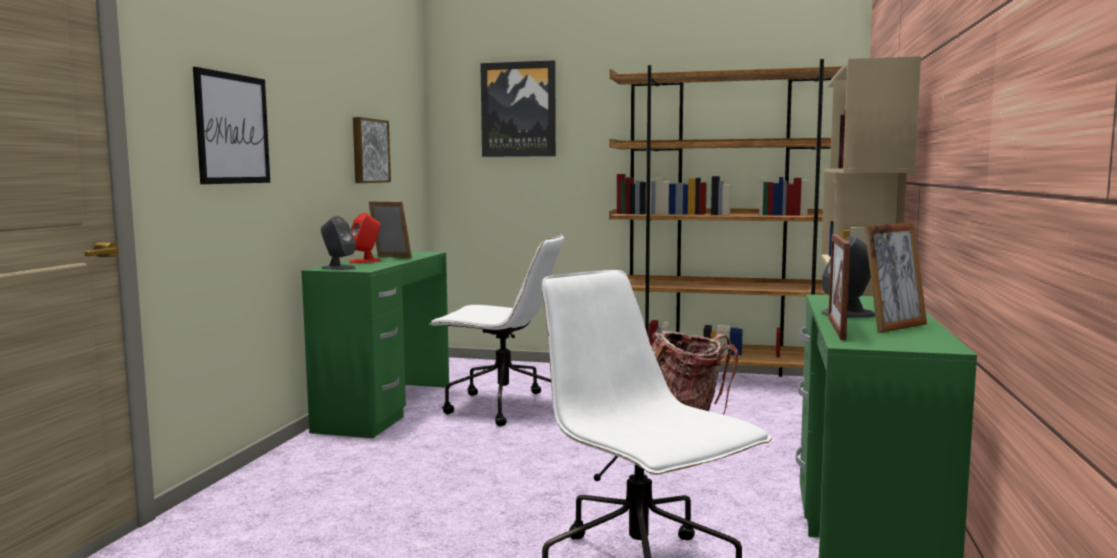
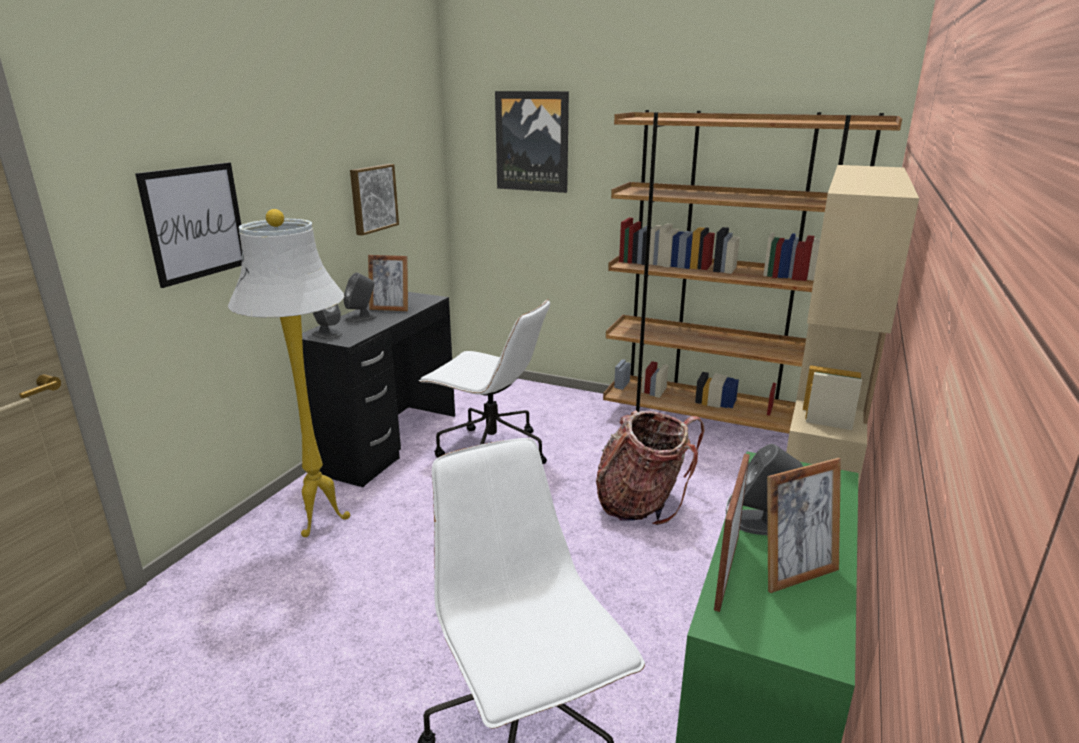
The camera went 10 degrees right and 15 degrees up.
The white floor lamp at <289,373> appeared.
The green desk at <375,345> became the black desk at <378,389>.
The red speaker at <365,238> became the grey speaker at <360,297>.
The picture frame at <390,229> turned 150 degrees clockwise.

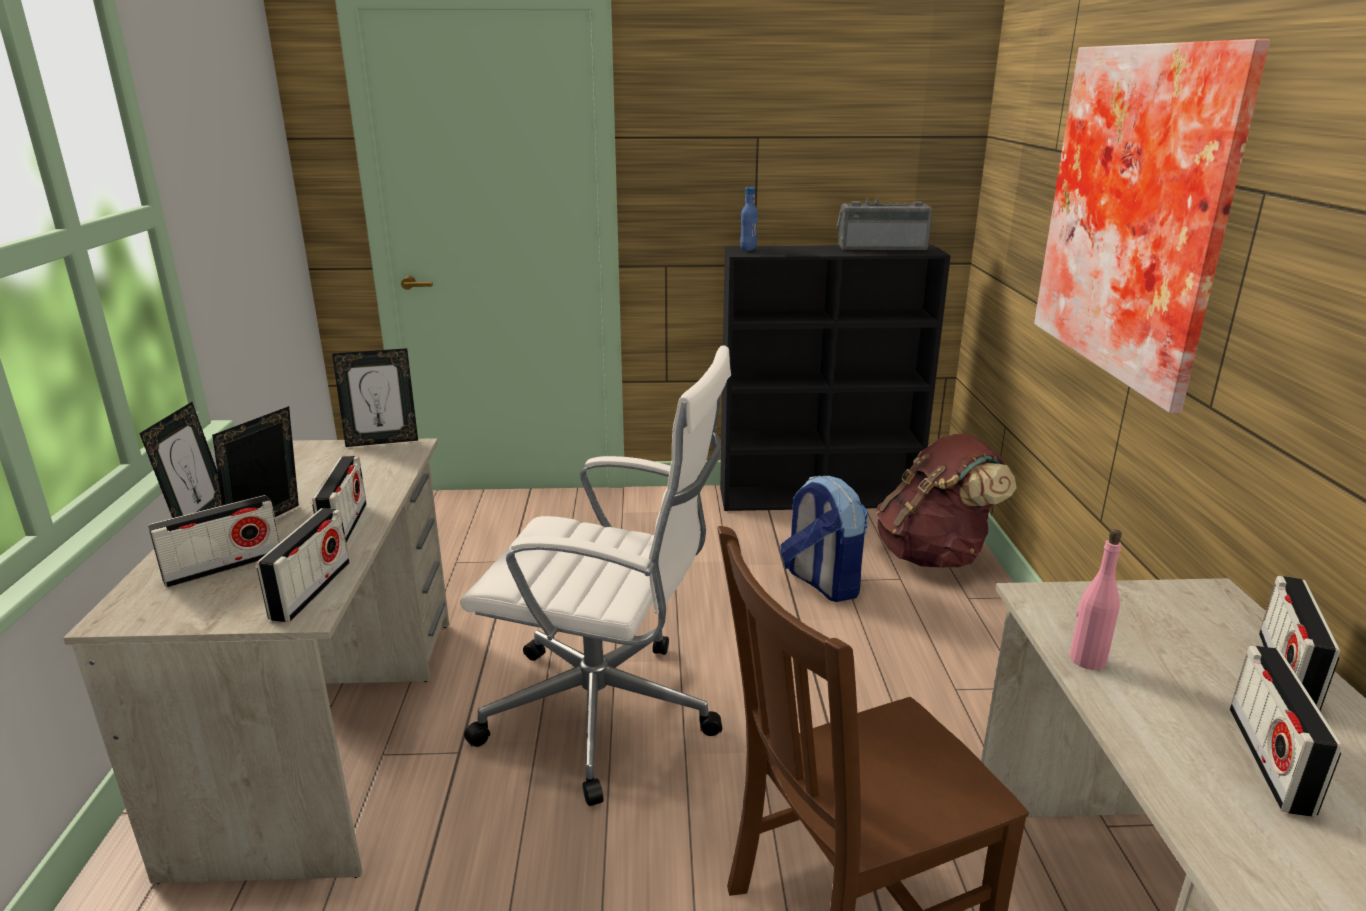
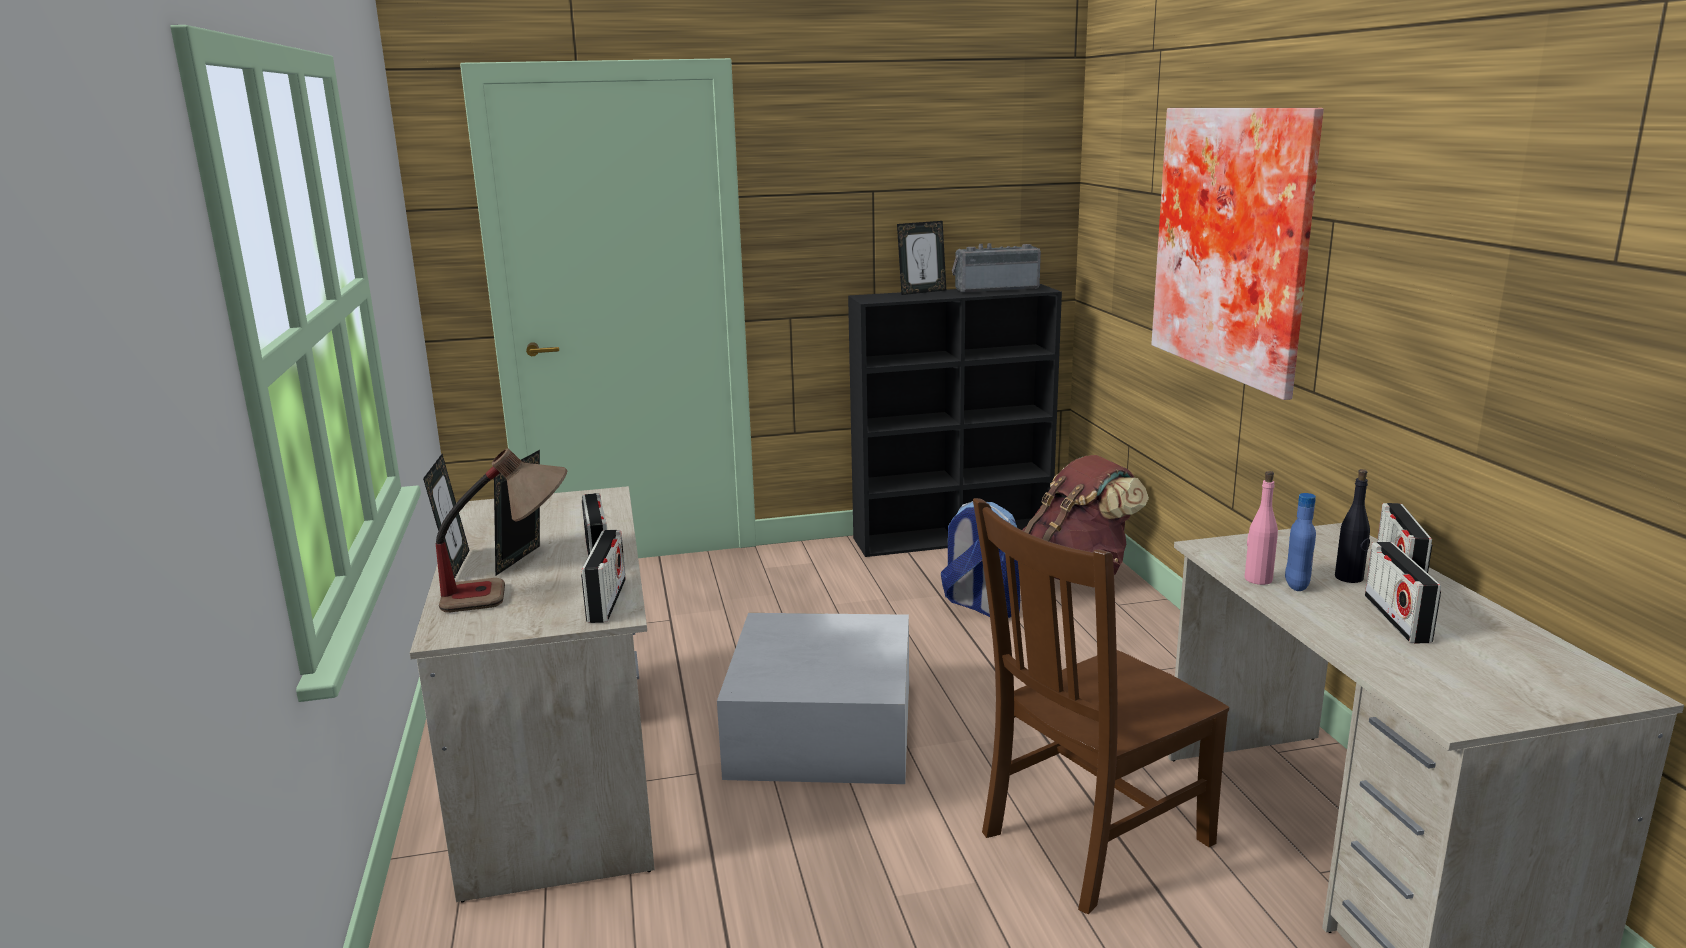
The camera went 10 degrees left and 5 degrees down.
The radio at <214,541> was replaced by the table lamp at <501,530>.
The white office chair at <595,575> was replaced by the white storage box at <813,698>.
The picture frame moved from <375,397> to <921,258>.
The blue bottle moved from <749,219> to <1300,542>.
The black bottle at <1352,526> appeared.

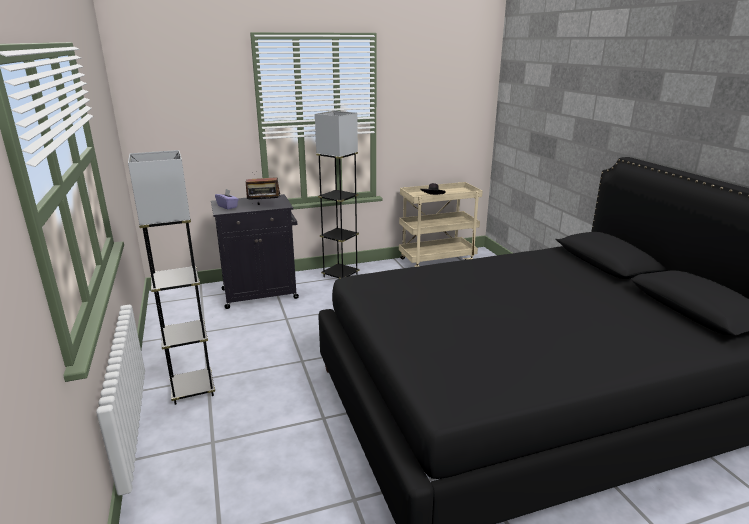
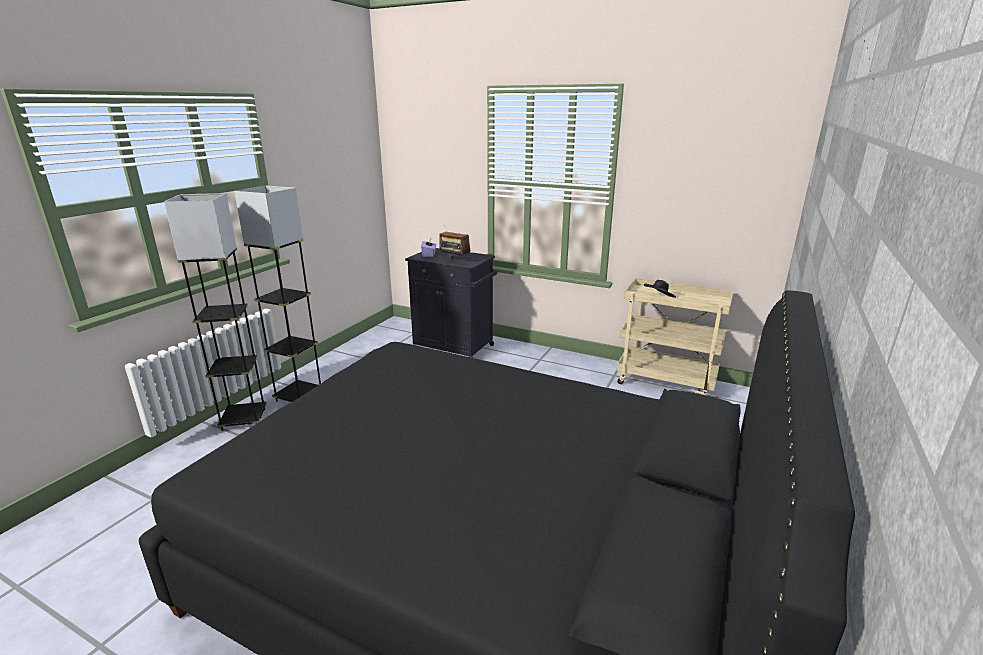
The camera went 45 degrees right and 0 degrees up.
The grey floor lamp moved from <337,195> to <215,312>.

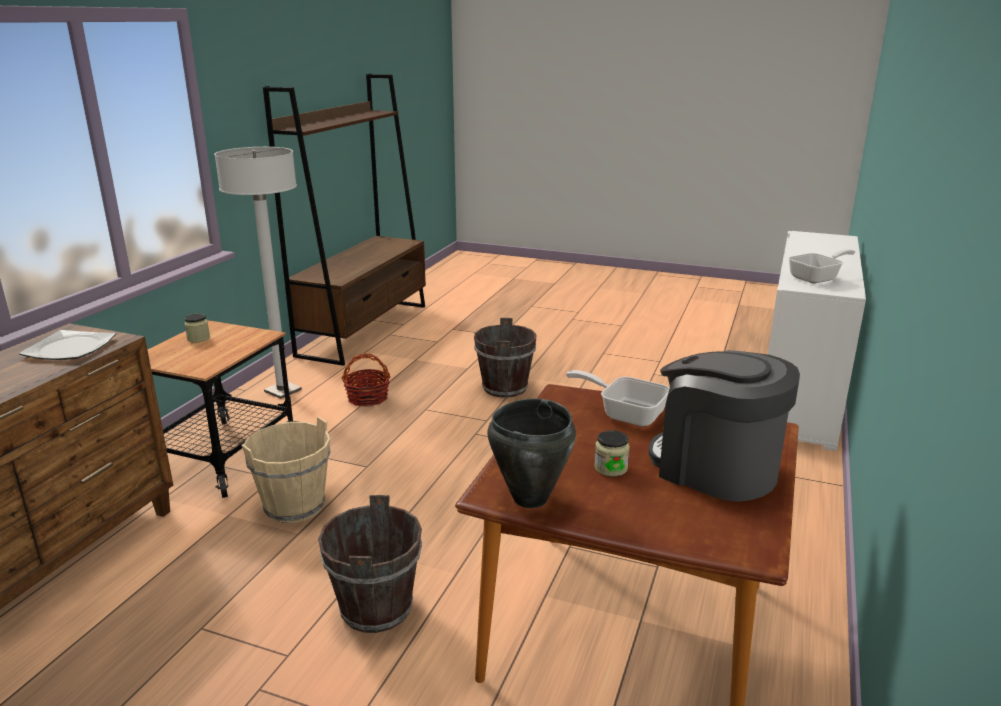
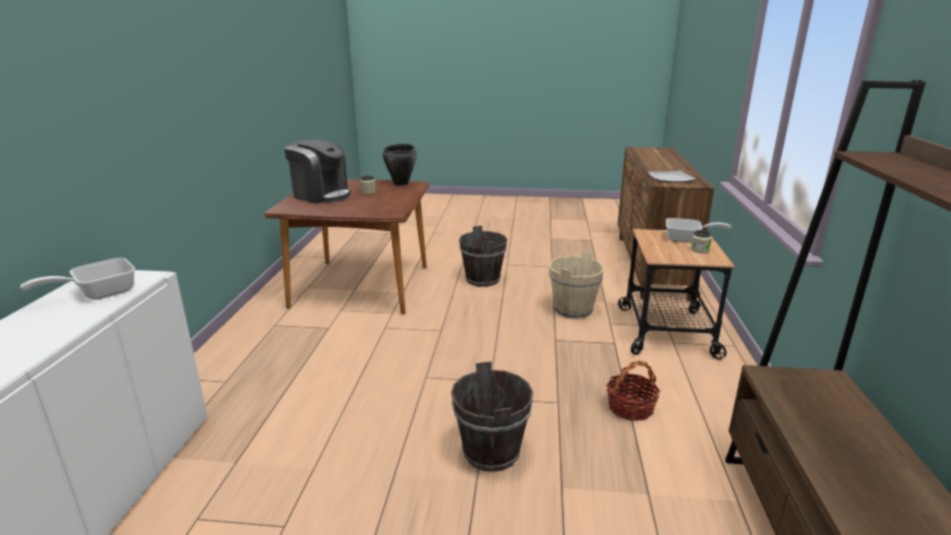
The camera went 165 degrees right and 0 degrees up.
The frying pan moved from <617,398> to <698,230>.
The white floor lamp at <258,273> disappeared.

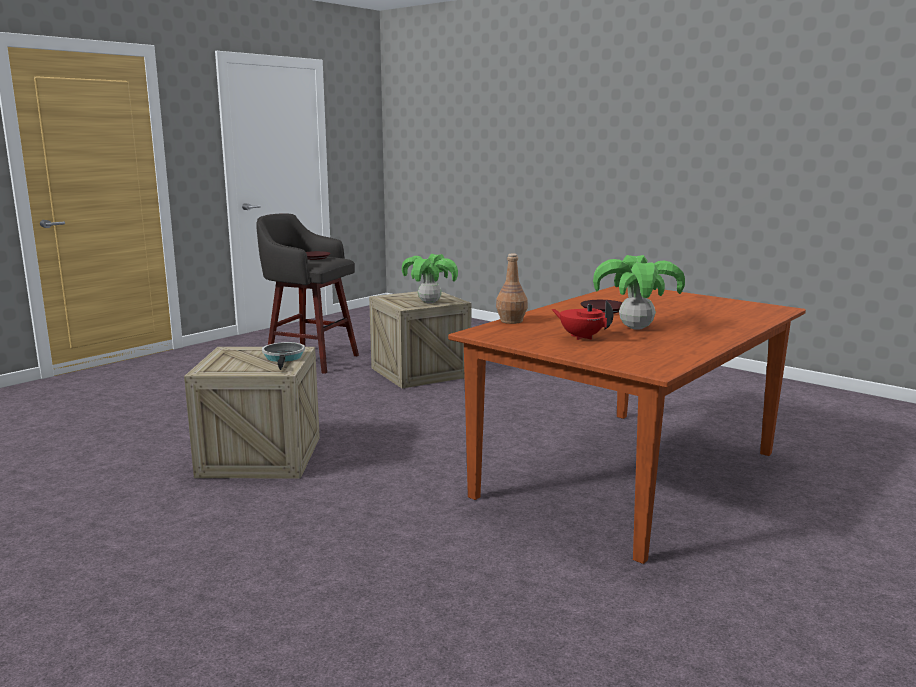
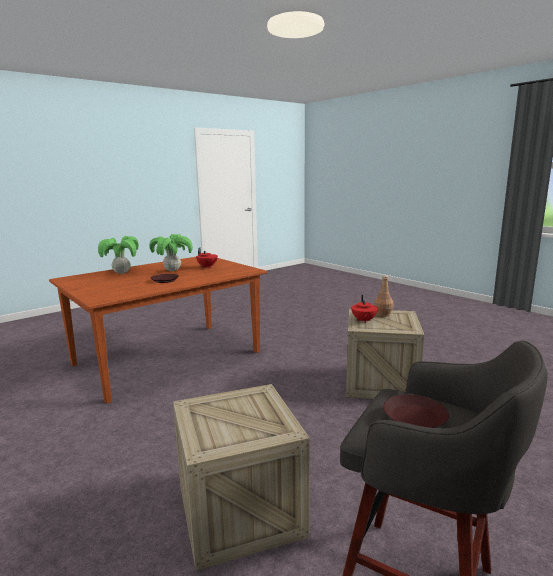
The camera went 170 degrees left and 0 degrees up.
The potted plant moved from <430,279> to <118,255>.
The frying pan at <283,356> was replaced by the red teapot at <364,309>.
The brown bottle moved from <512,289> to <383,296>.

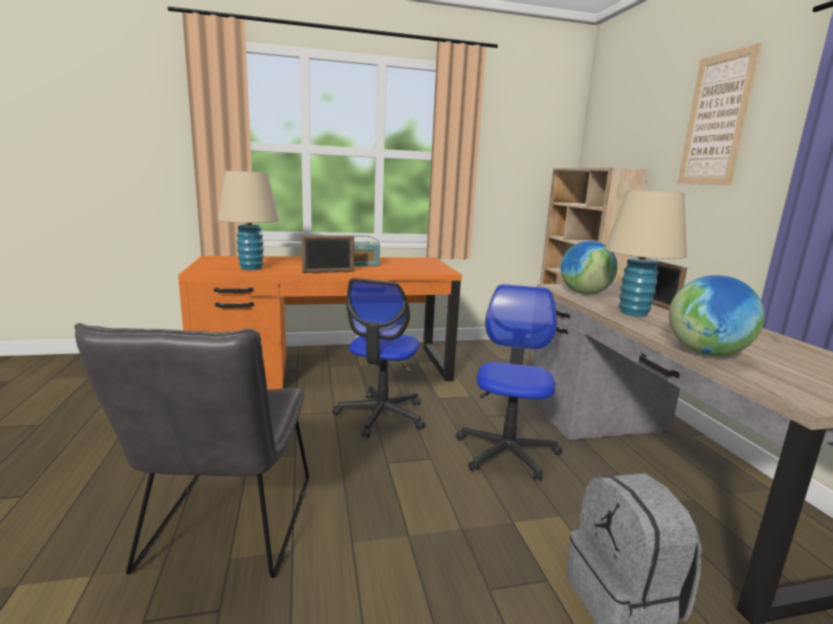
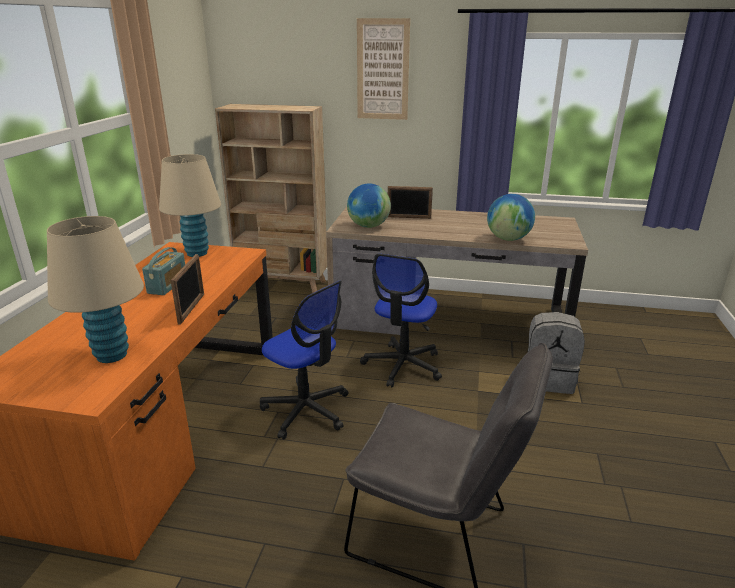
The camera went 65 degrees left and 10 degrees up.
The beige table lamp moved from <646,253> to <190,205>.
The office chair at <509,382> turned 105 degrees counterclockwise.

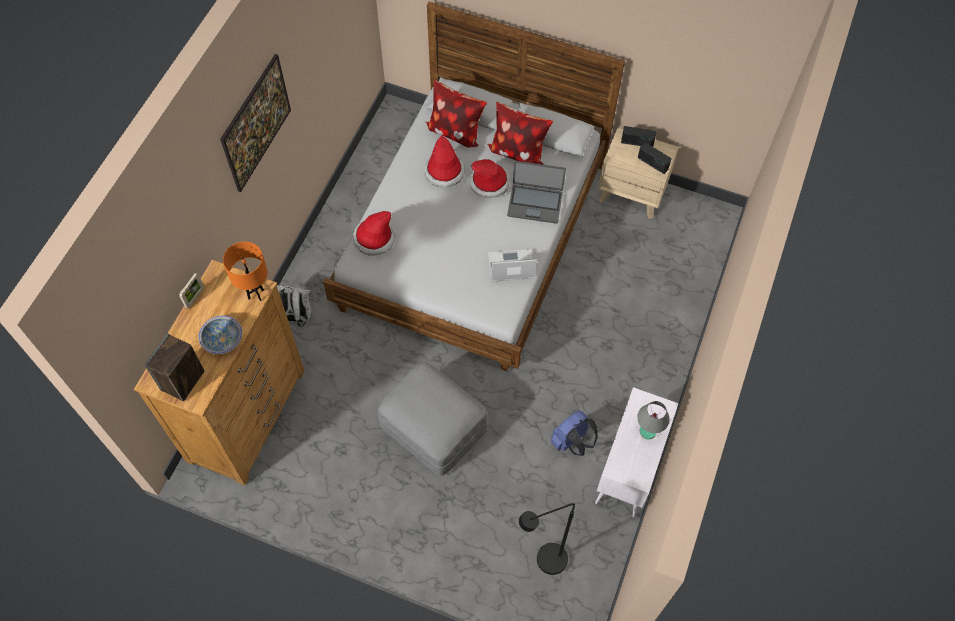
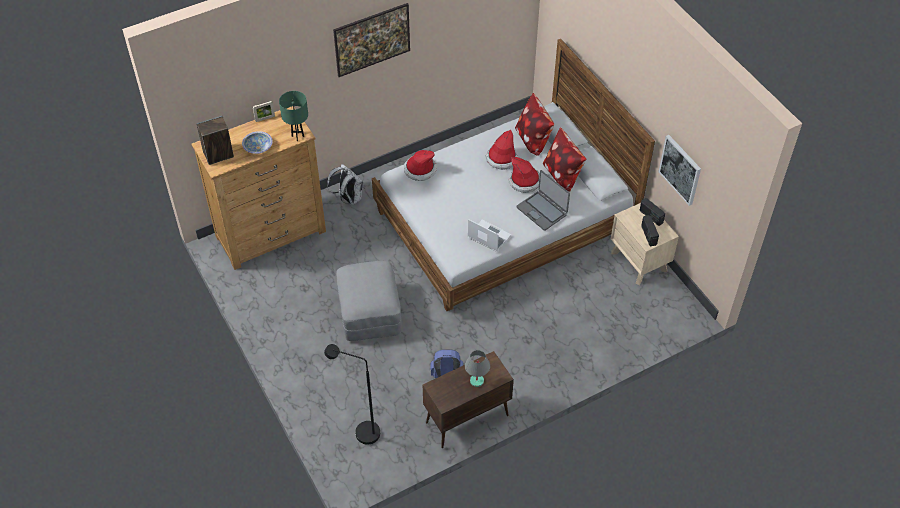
The camera went 40 degrees right and 10 degrees down.
The orange table lamp at <245,271> became the green table lamp at <293,116>.
The white cabinet at <637,452> became the brown cabinet at <468,399>.
The picture at <679,170> appeared.

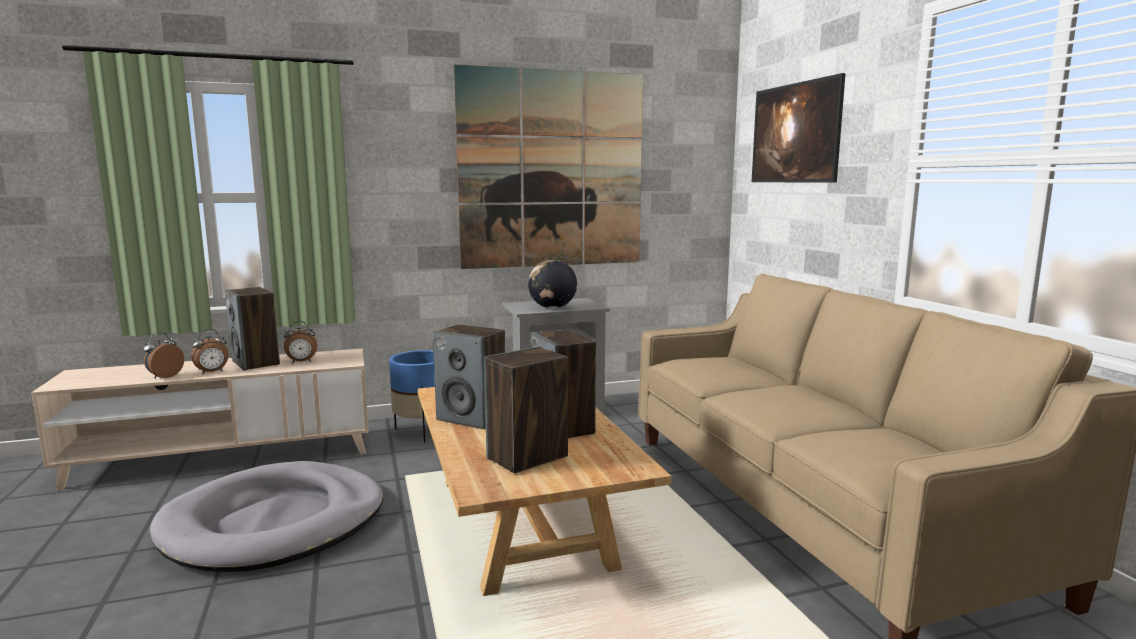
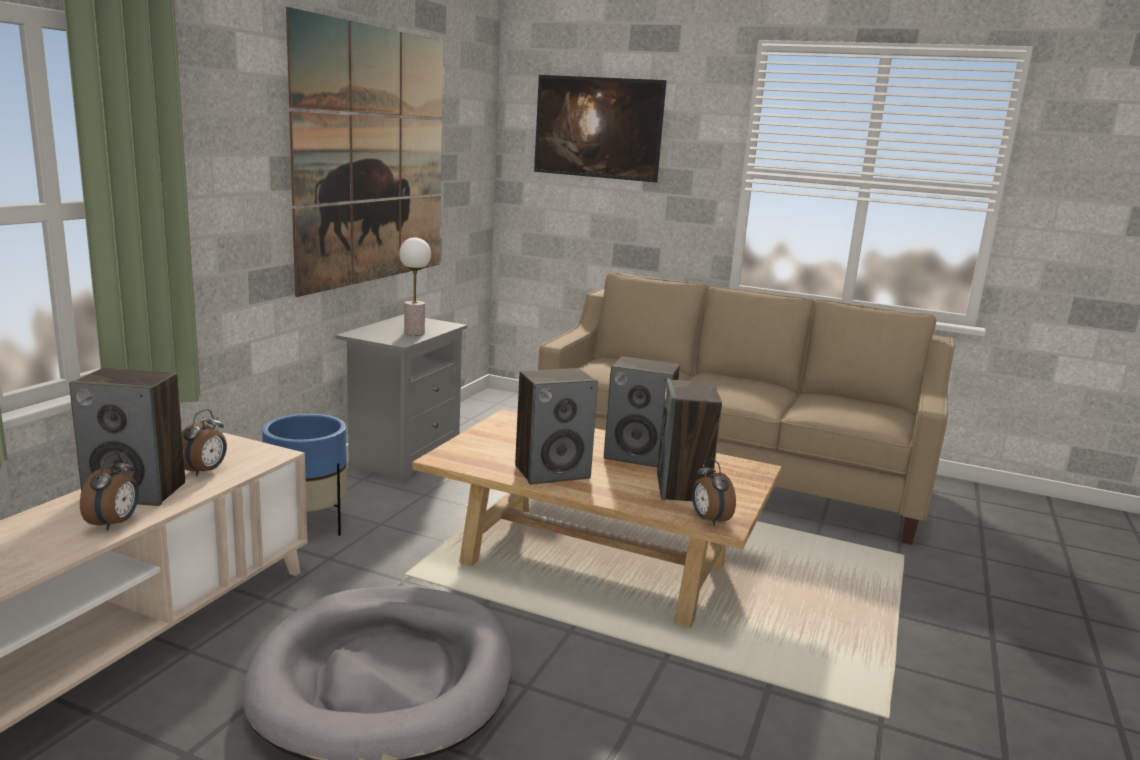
The camera went 50 degrees left and 5 degrees up.
The globe at <552,284> was replaced by the table lamp at <415,286>.
The alarm clock moved from <163,355> to <714,492>.

